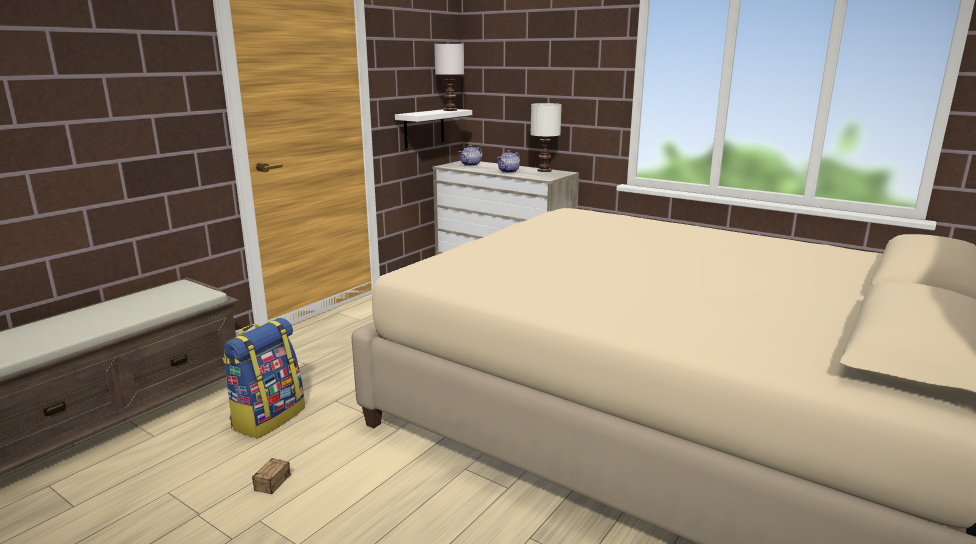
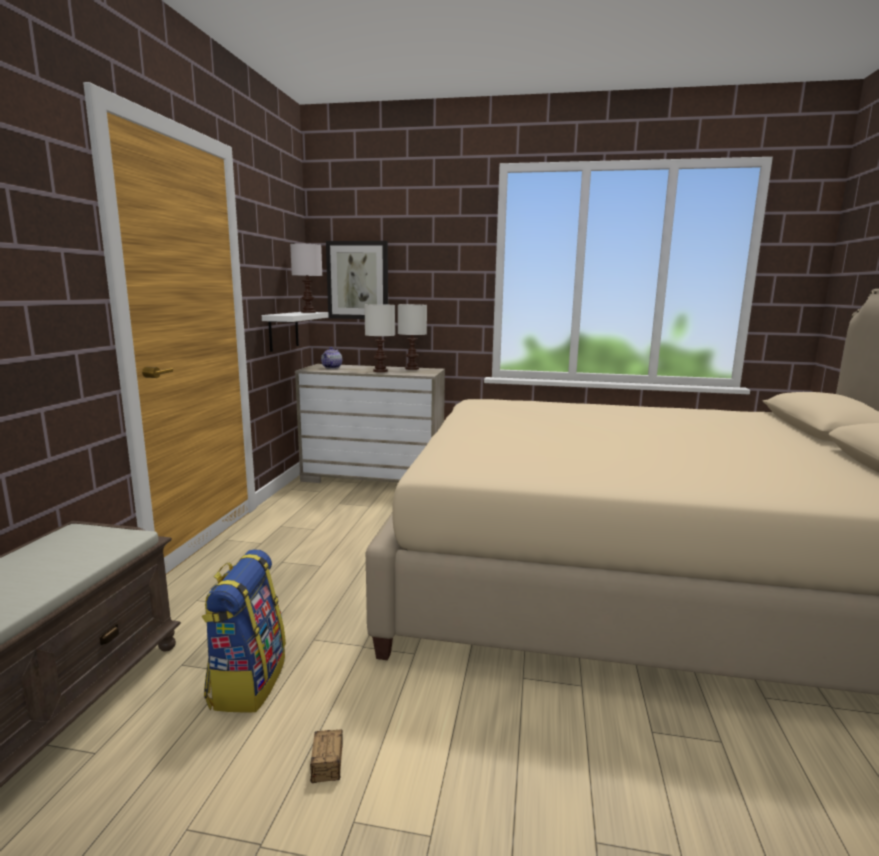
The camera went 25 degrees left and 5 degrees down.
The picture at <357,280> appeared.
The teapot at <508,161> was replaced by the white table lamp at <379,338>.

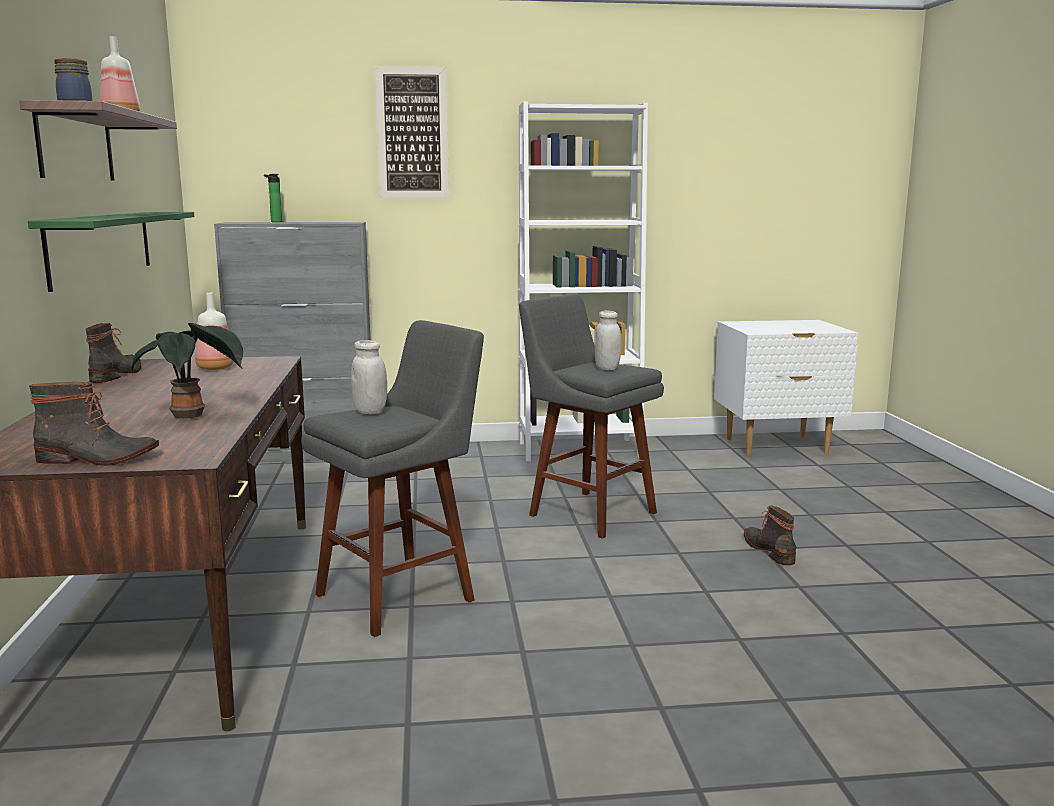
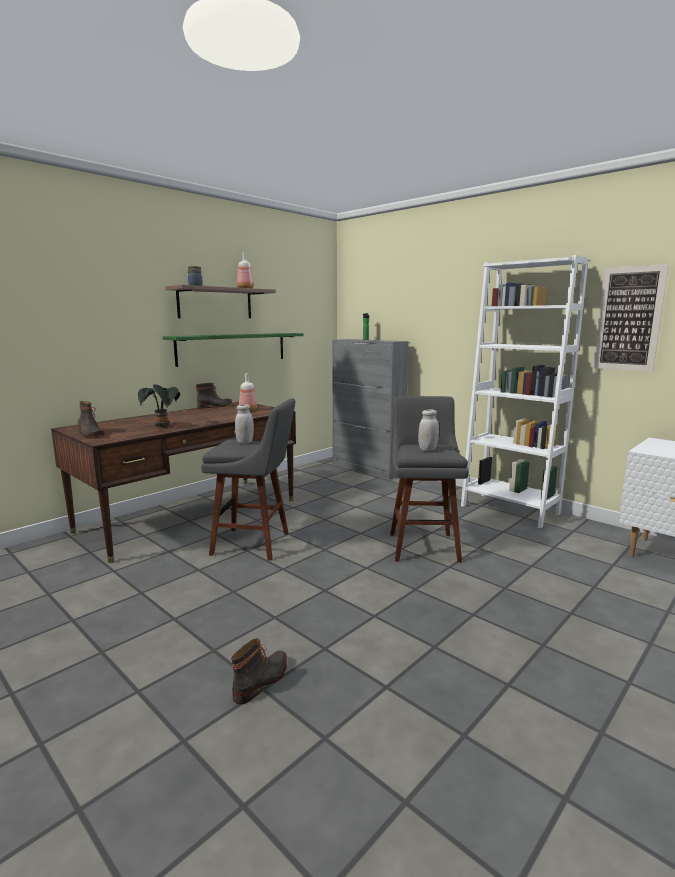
The camera went 50 degrees right and 0 degrees up.
The boot moved from <770,535> to <259,671>.
The picture moved from <411,132> to <630,318>.

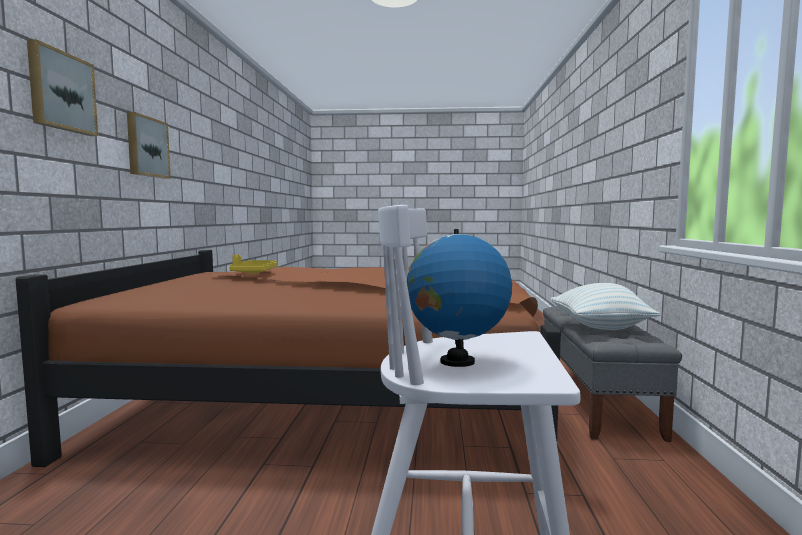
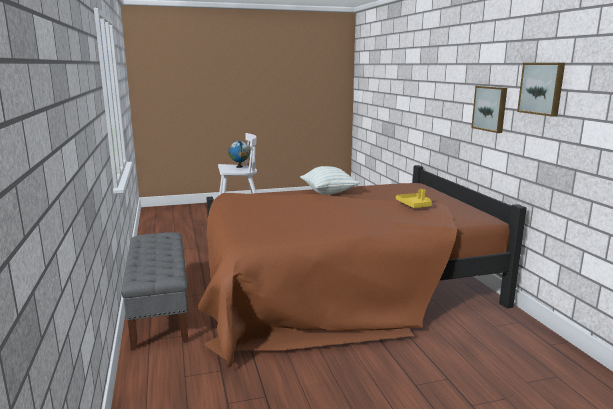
The camera went 160 degrees right and 10 degrees up.
The pillow moved from <606,306> to <330,180>.
The picture moved from <62,87> to <541,90>.

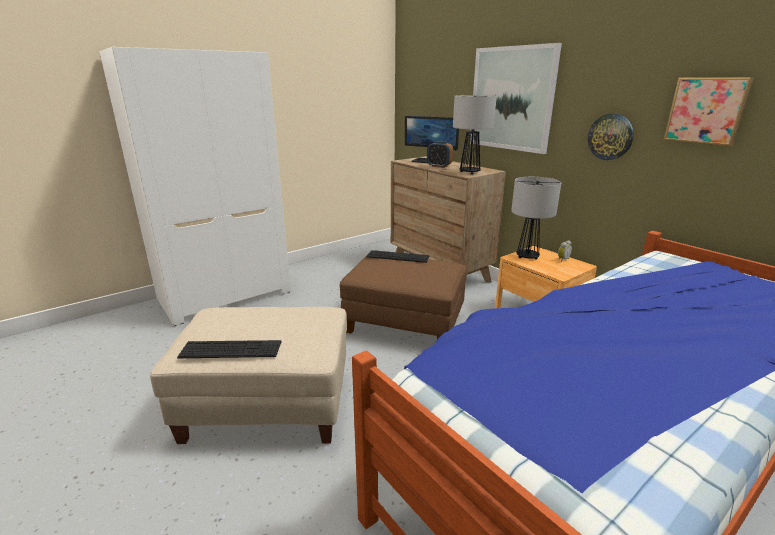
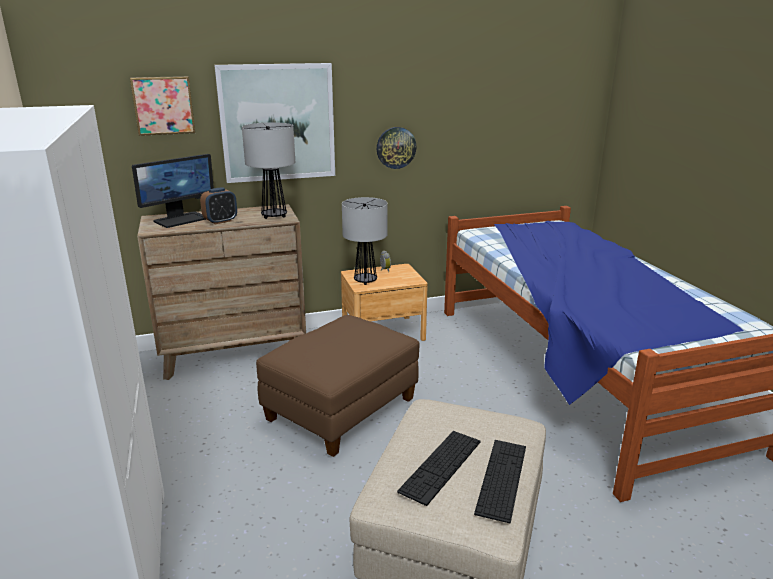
The camera went 70 degrees left and 0 degrees up.
The picture moved from <709,111> to <162,106>.
The keyboard moved from <397,256> to <438,468>.

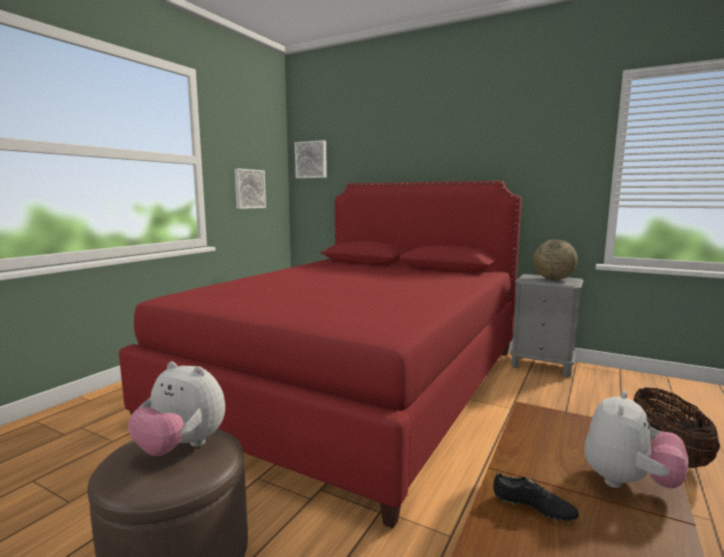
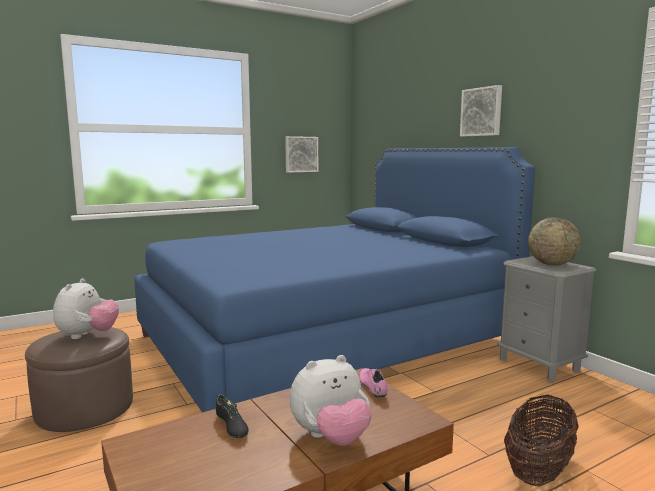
The camera went 30 degrees right and 0 degrees up.
The plush toy at <176,409> turned 135 degrees counterclockwise.
The red bed at <320,355> became the blue bed at <334,279>.
The pink shoe at <373,383> appeared.
The picture moved from <311,159> to <481,110>.

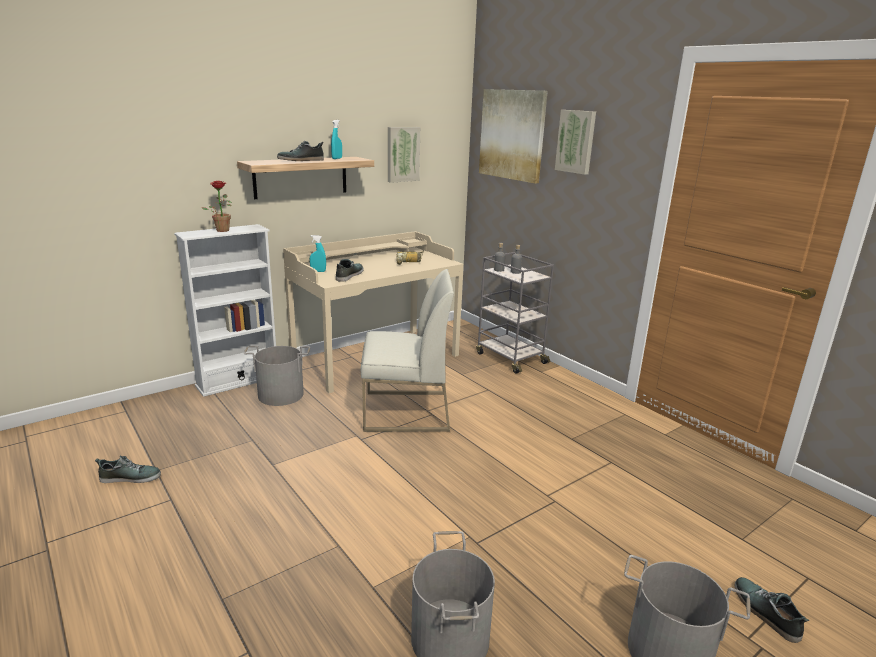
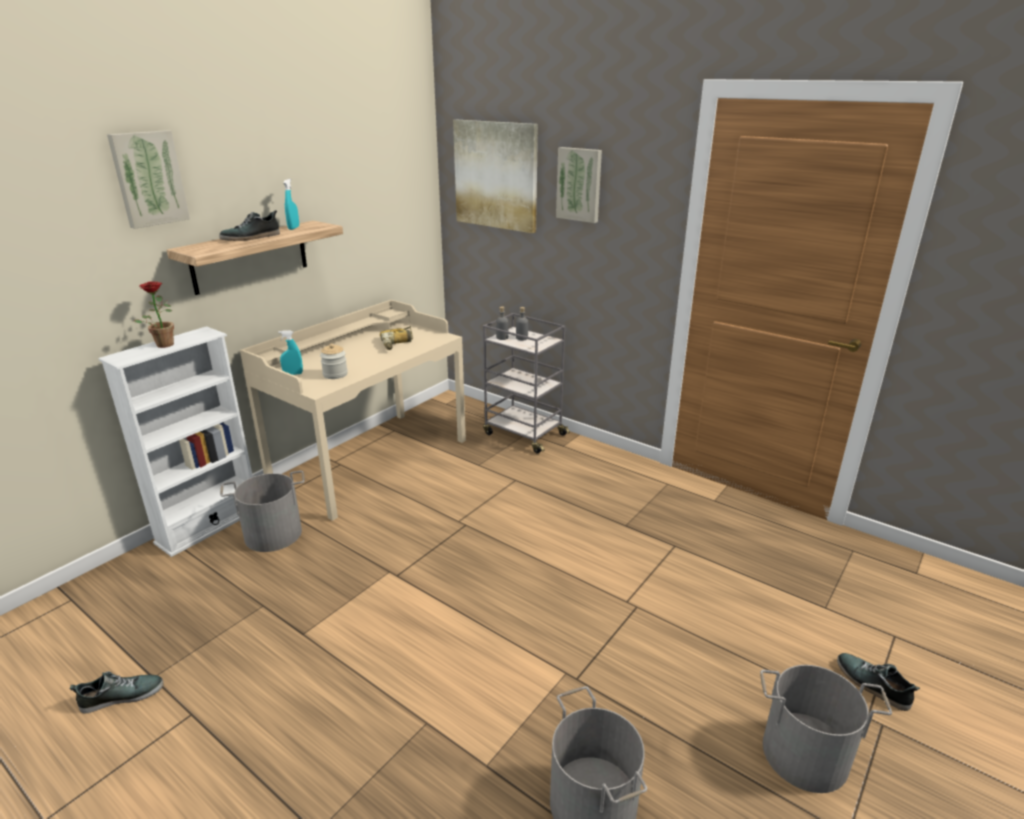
The camera went 15 degrees left and 5 degrees up.
The picture moved from <404,155> to <148,179>.
The shoe at <350,270> was replaced by the jar at <334,361>.
The white chair at <407,350> disappeared.

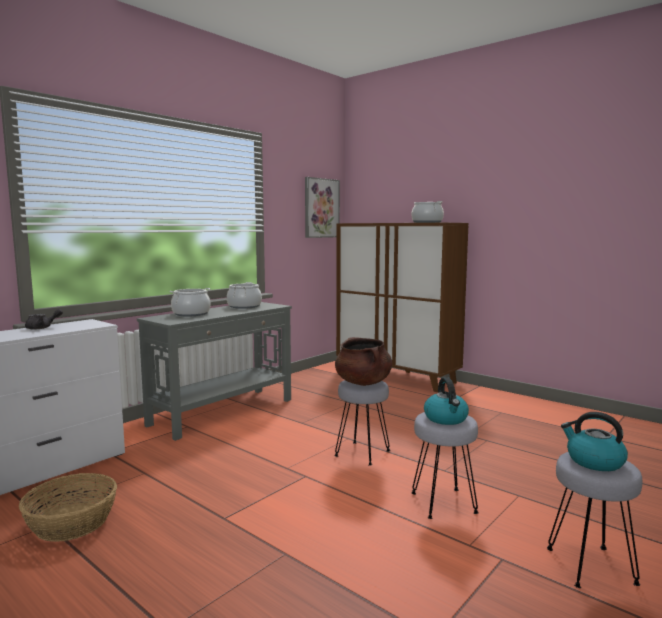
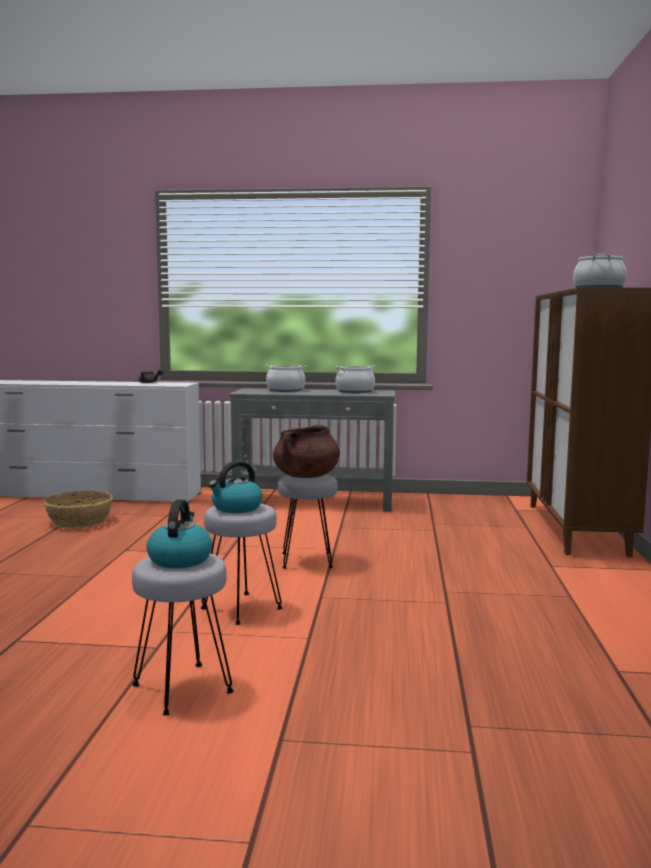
The camera went 55 degrees right and 0 degrees up.
The picture at <322,207> disappeared.

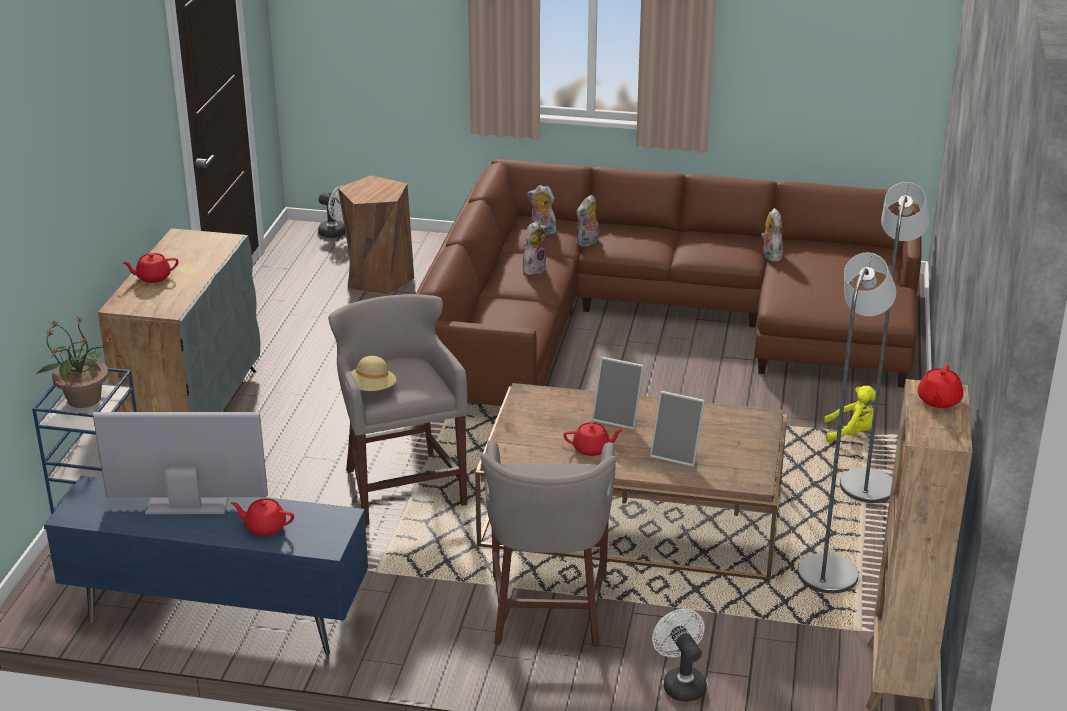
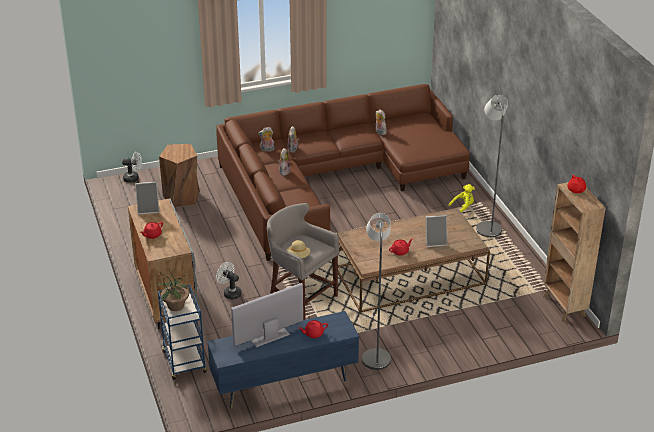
The camera went 30 degrees left and 5 degrees up.
The picture frame moved from <618,393> to <147,198>.
The white fan moved from <679,655> to <229,281>.
The grey floor lamp moved from <847,423> to <376,291>.
The grey stool at <548,543> disappeared.

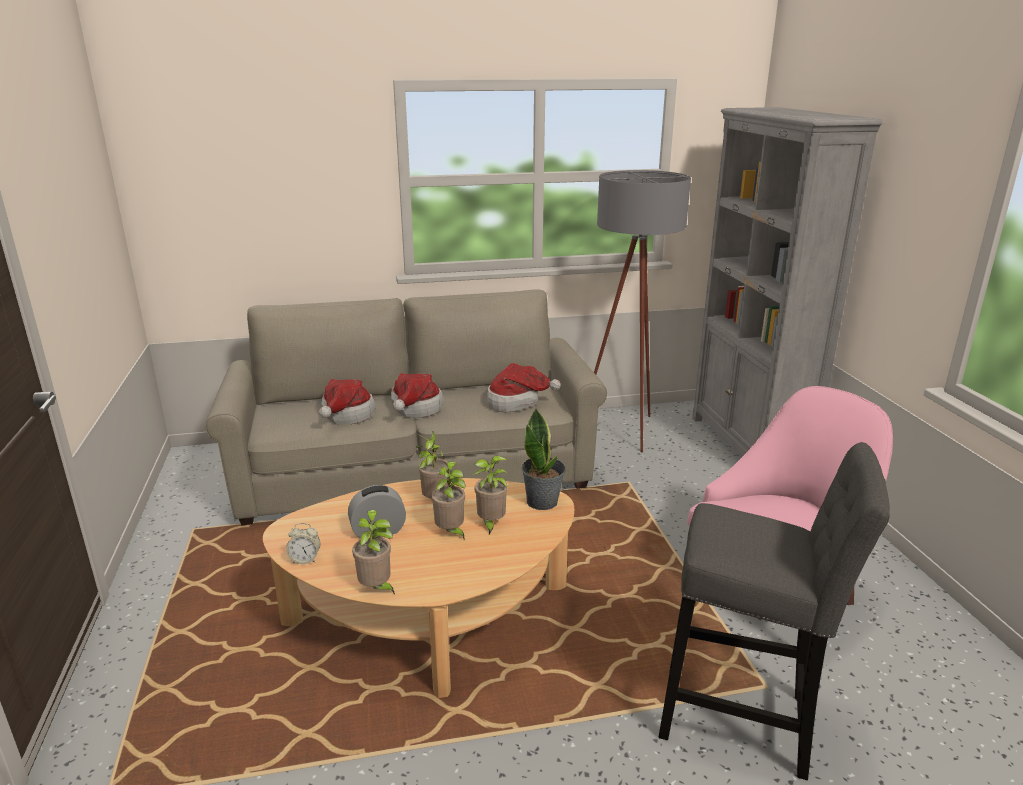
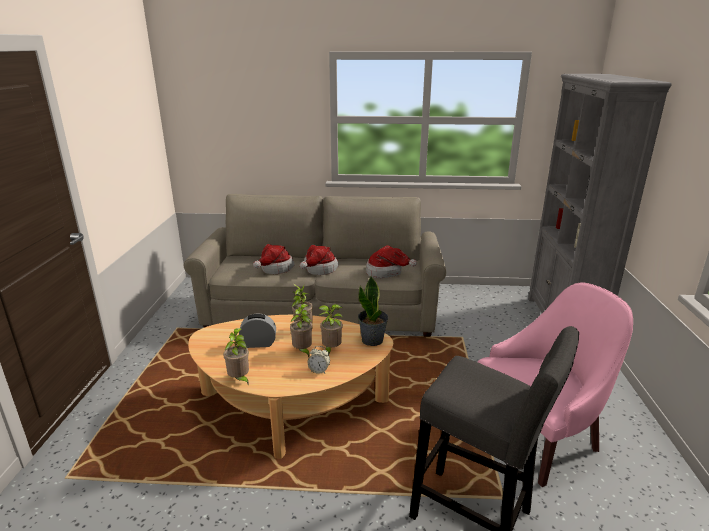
The camera went 15 degrees right and 0 degrees up.
The alarm clock moved from <303,543> to <319,360>.
The grey floor lamp at <642,311> disappeared.

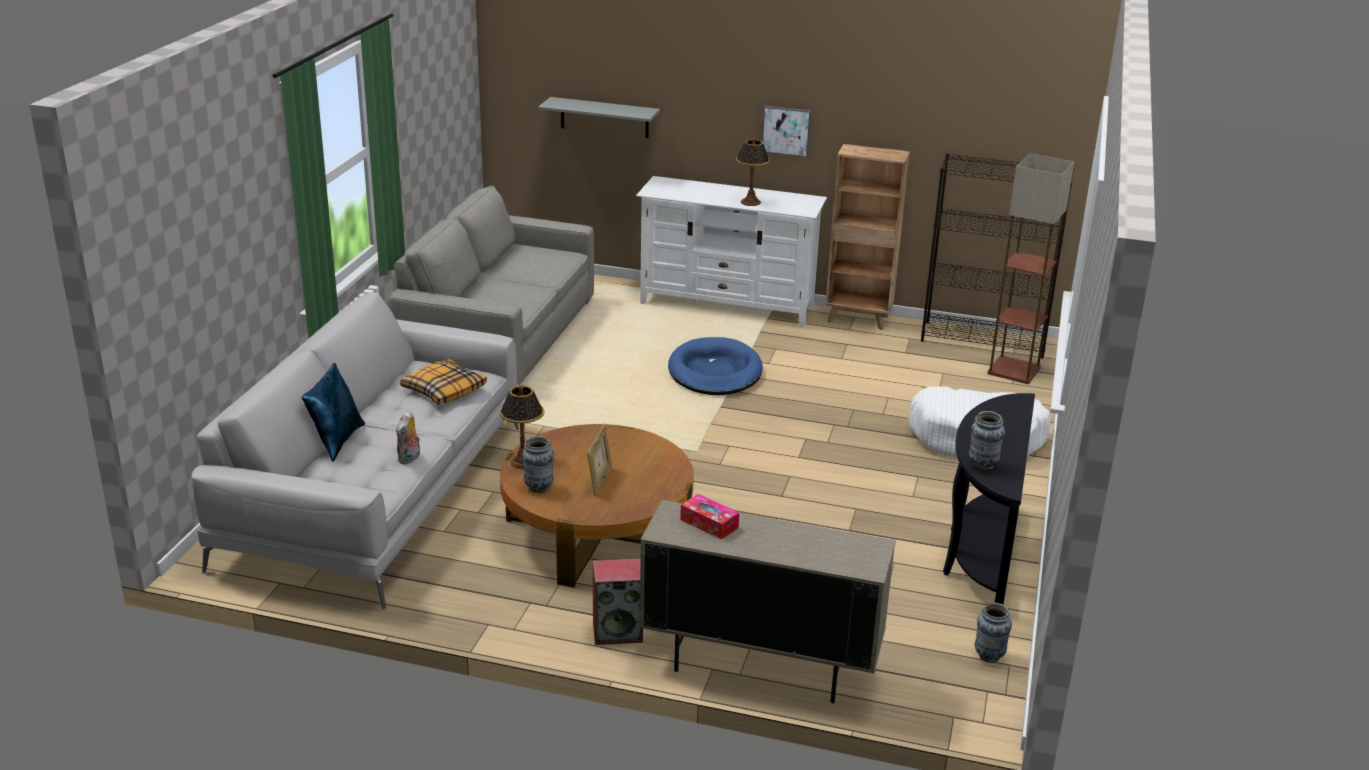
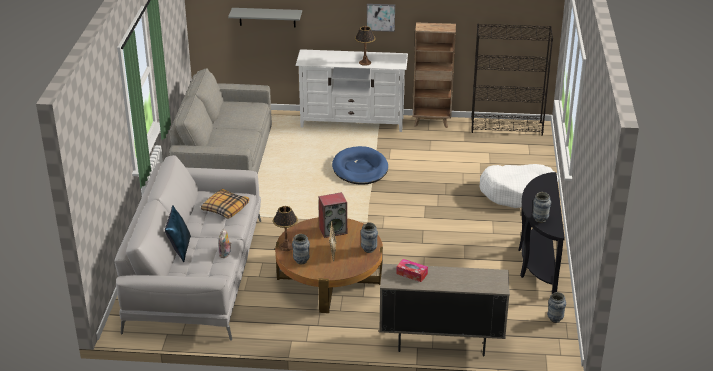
The camera went 10 degrees left and 5 degrees up.
The speaker moved from <618,602> to <333,215>.
The vase at <369,238> appeared.
The floor lamp at <1031,268> disappeared.

